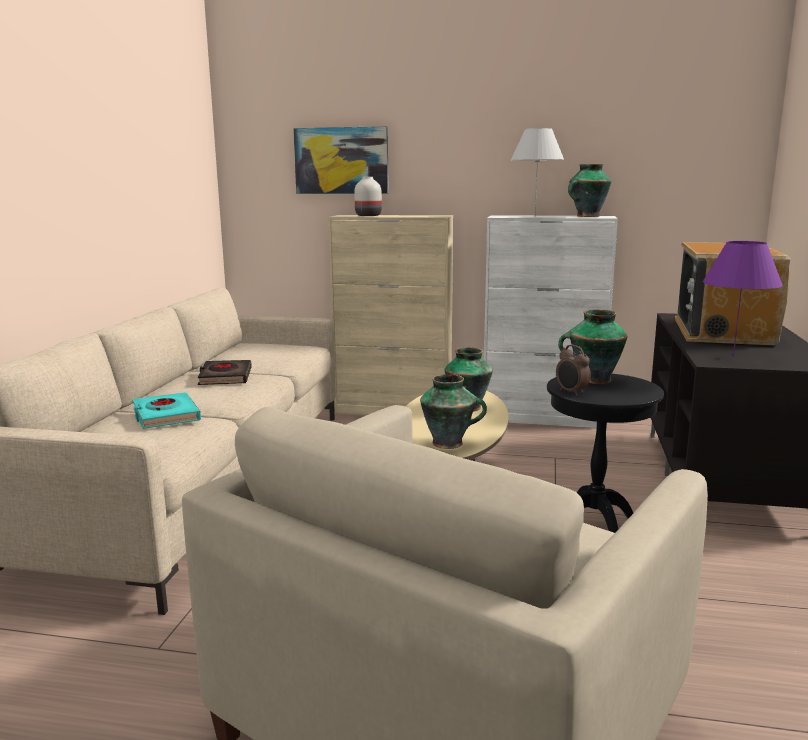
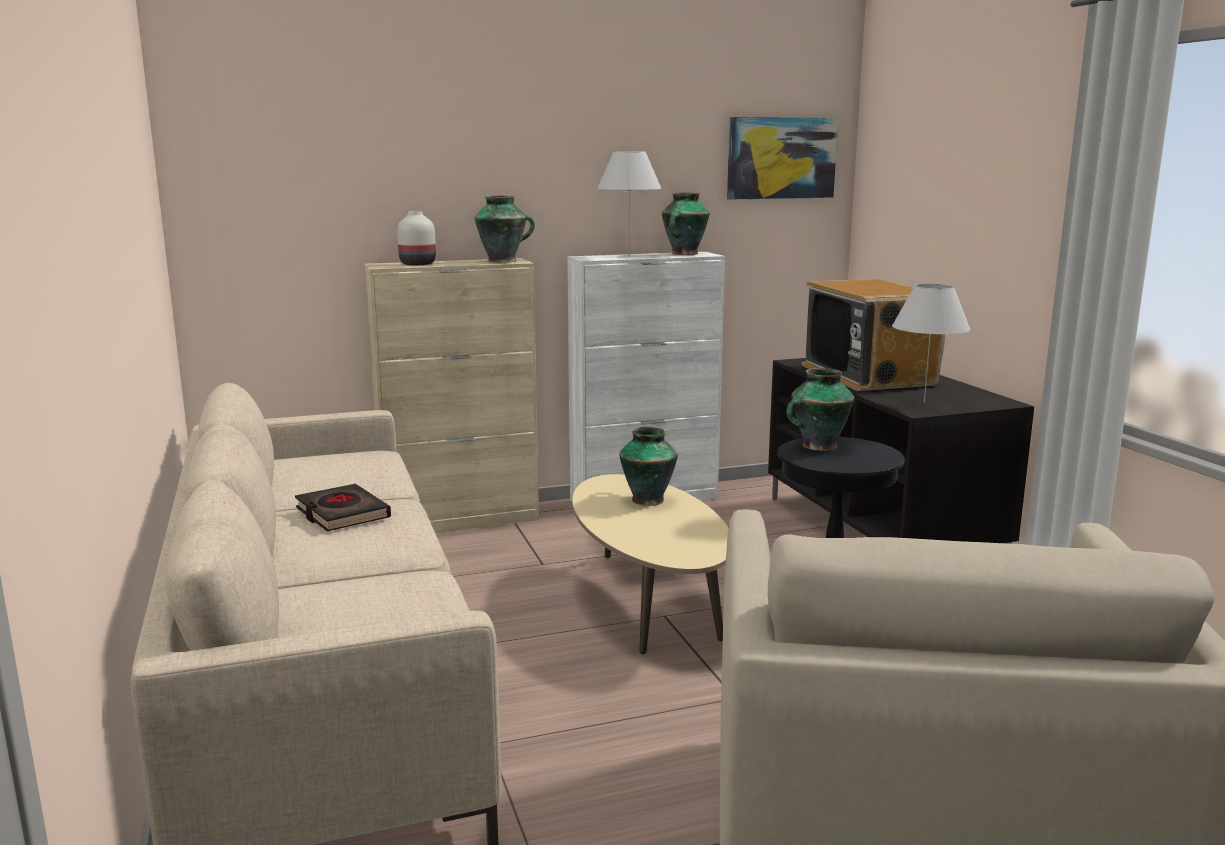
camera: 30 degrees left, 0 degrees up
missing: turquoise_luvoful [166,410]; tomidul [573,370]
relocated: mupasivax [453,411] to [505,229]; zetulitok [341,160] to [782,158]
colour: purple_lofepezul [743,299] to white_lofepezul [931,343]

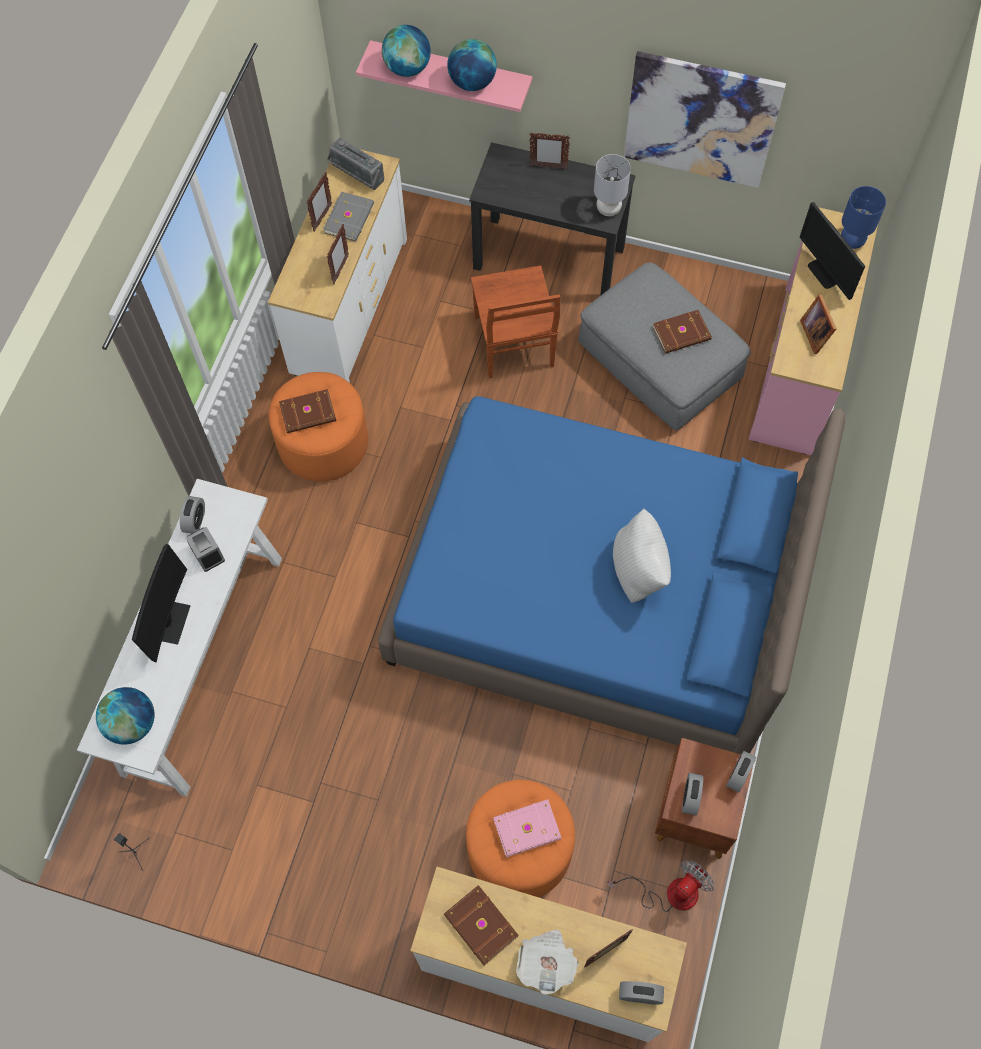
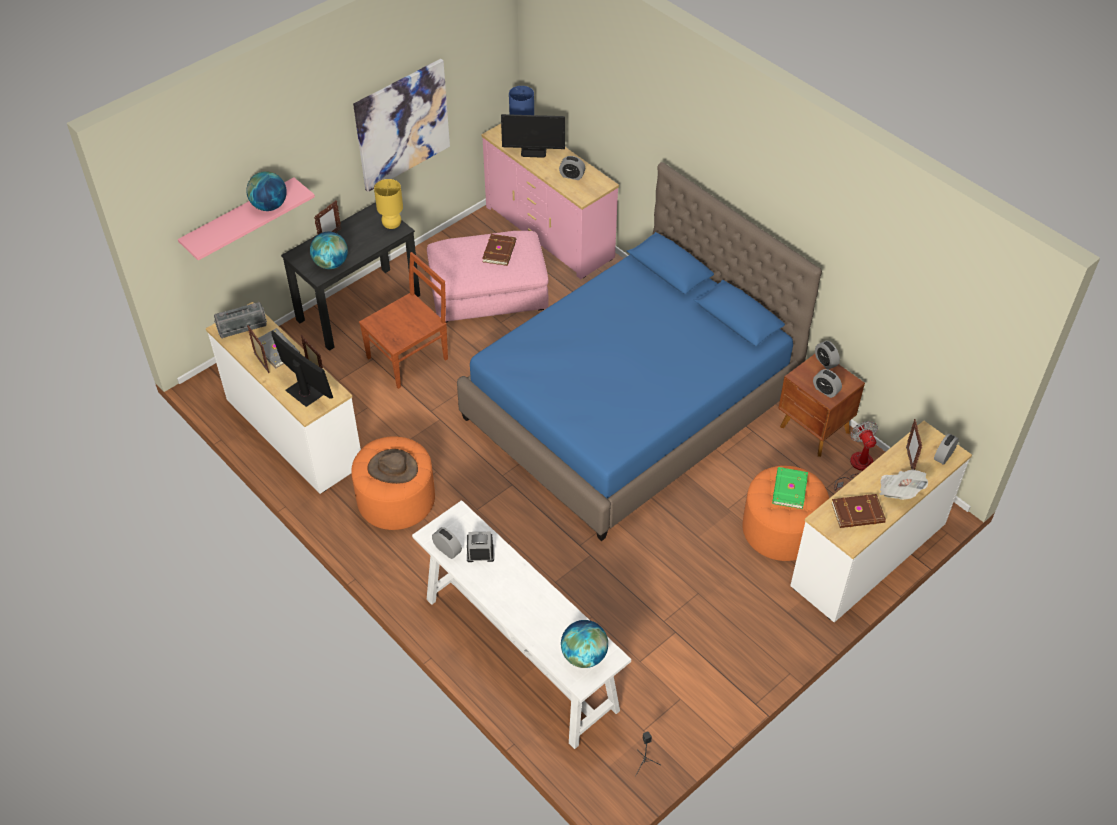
camera: 60 degrees left, 15 degrees down
missing: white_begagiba [642,555]
relocated: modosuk [161,603] to [302,369]; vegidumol [406,51] to [329,250]
exchanged: brown_luvoful [307,411] to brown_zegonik [392,466]; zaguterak [818,324] to tomidul [572,168]
colour: grey_lofepezul [612,185] to yellow_lofepezul [388,204]; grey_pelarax [664,346] to pink_pelarax [488,276]; pink_luvoful [527,828] to green_luvoful [790,488]
spun: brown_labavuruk [515,321] = [403,320] 60 degrees counterclockwise

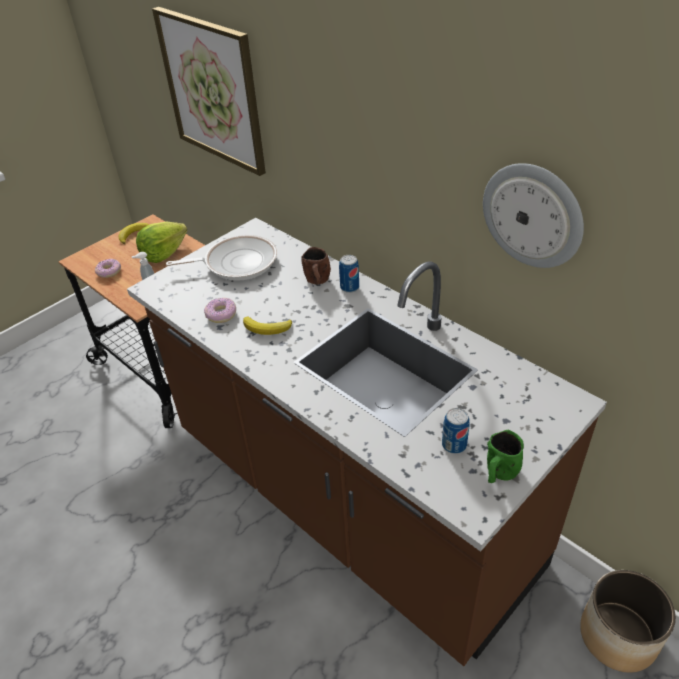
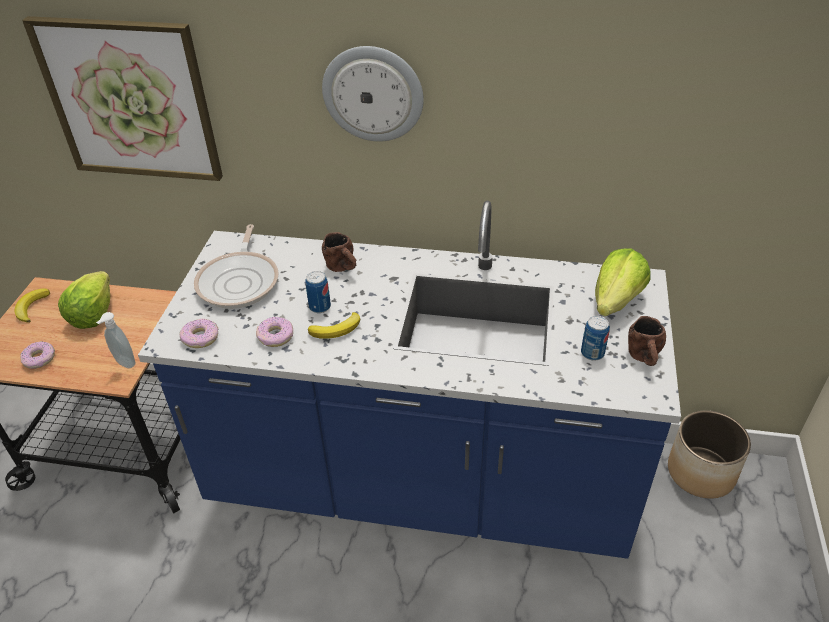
camera: 35 degrees left, 0 degrees up
appeared: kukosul [199,333]; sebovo [622,282]
relocated: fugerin [349,274] to [318,292]; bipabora [533,215] to [373,94]
colour: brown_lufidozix [367,442] to blue_lufidozix [409,380]; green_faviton [505,456] to brown_faviton [647,341]
spun: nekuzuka [221,258] = [236,266] 135 degrees clockwise

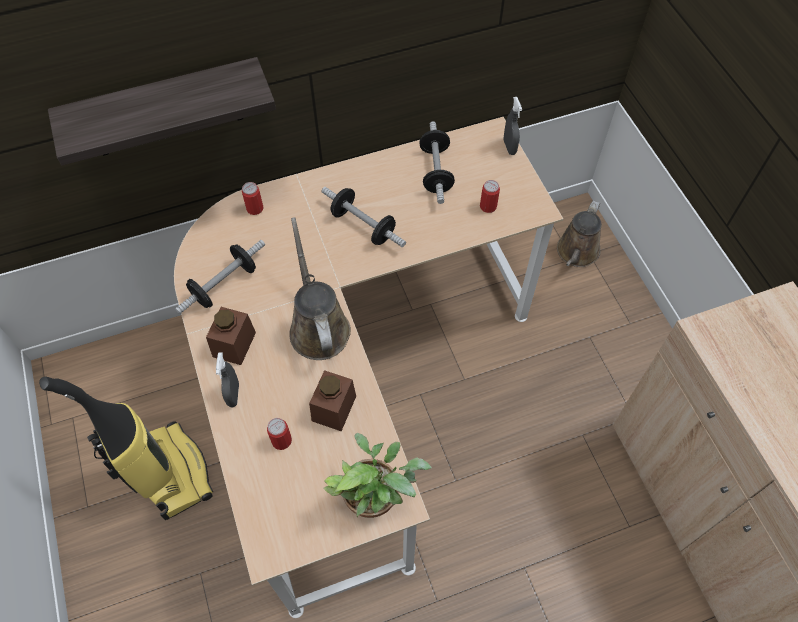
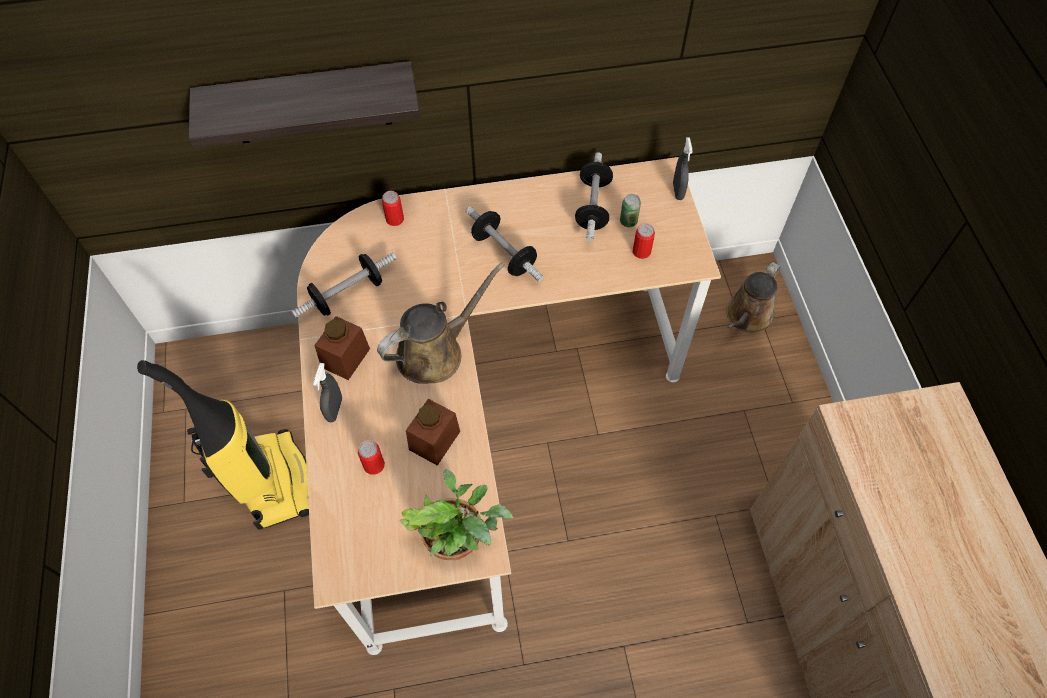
camera: 10 degrees right, 0 degrees up
appeared: fugerin [630,210]
spun: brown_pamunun [320,288] = [441,323] 60 degrees clockwise

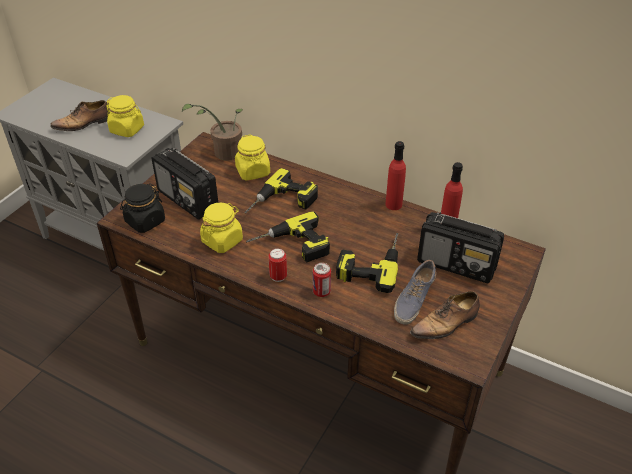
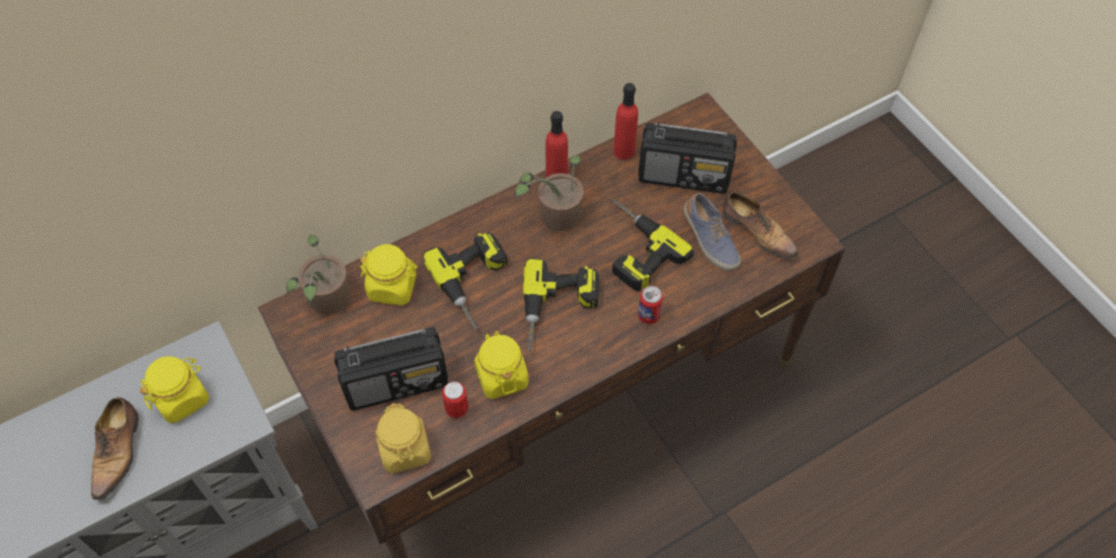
camera: 60 degrees left, 15 degrees up
appeared: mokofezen [549,193]
relocated: fugerin [277,265] to [455,399]
colour: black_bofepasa [142,208] to yellow_bofepasa [403,438]
spun: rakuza [460,247] = [687,158] 45 degrees clockwise; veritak [445,316] = [760,225] 45 degrees counterclockwise

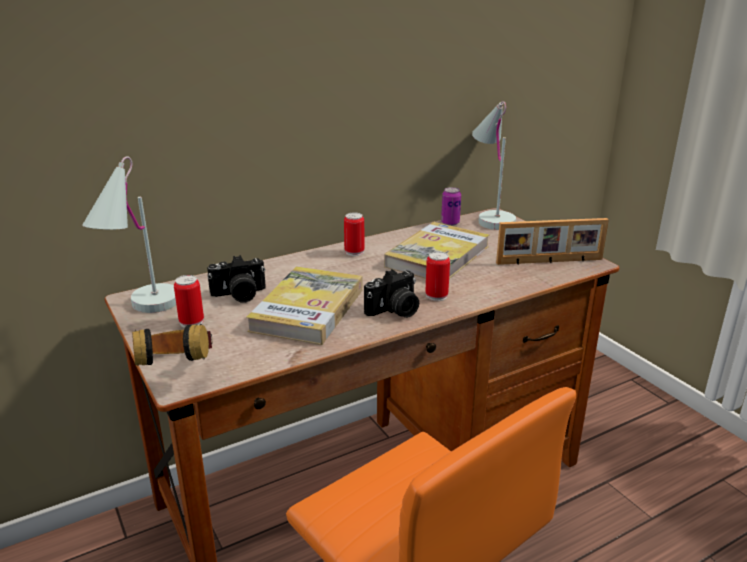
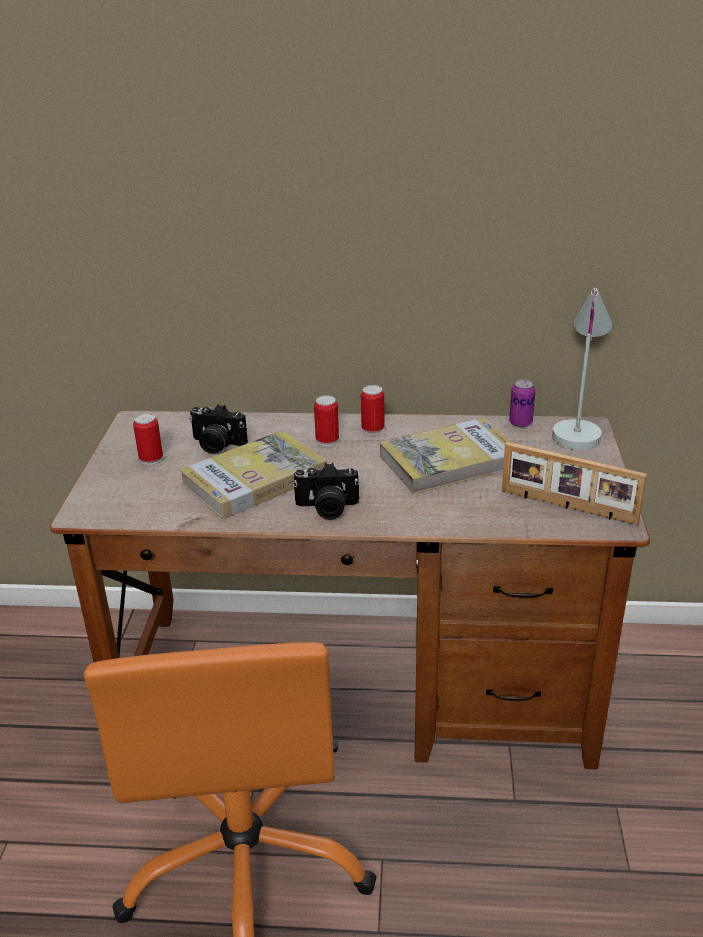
camera: 35 degrees right, 5 degrees up
missing: white_lofepezul [129,234]; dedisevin [172,344]
relocated: fugerin [437,276] to [326,420]

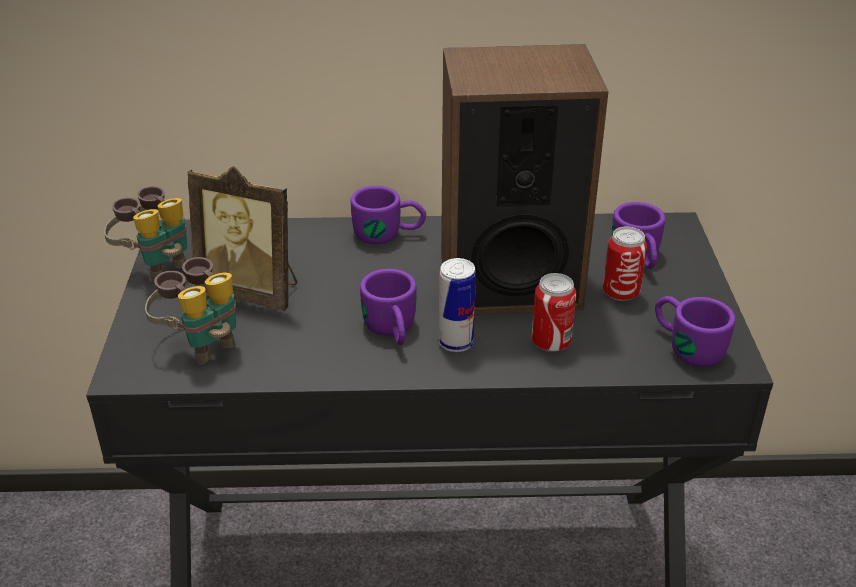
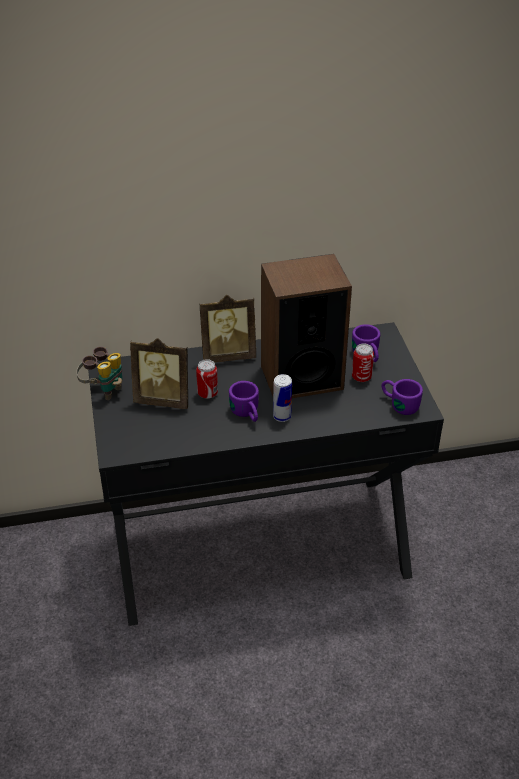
camera: 10 degrees left, 5 degrees up
missing: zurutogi [190,311]
relocated: fugerin [554,312] to [207,379]
exchanged: purple_faviton [388,215] to zaguterak [228,328]

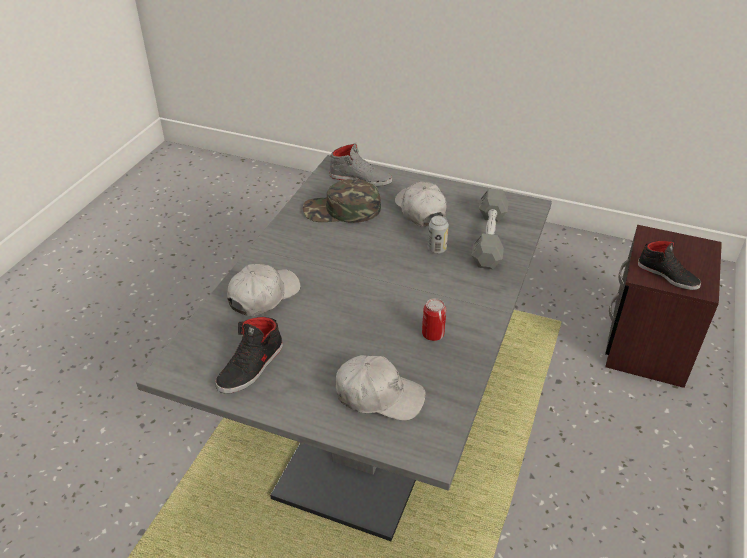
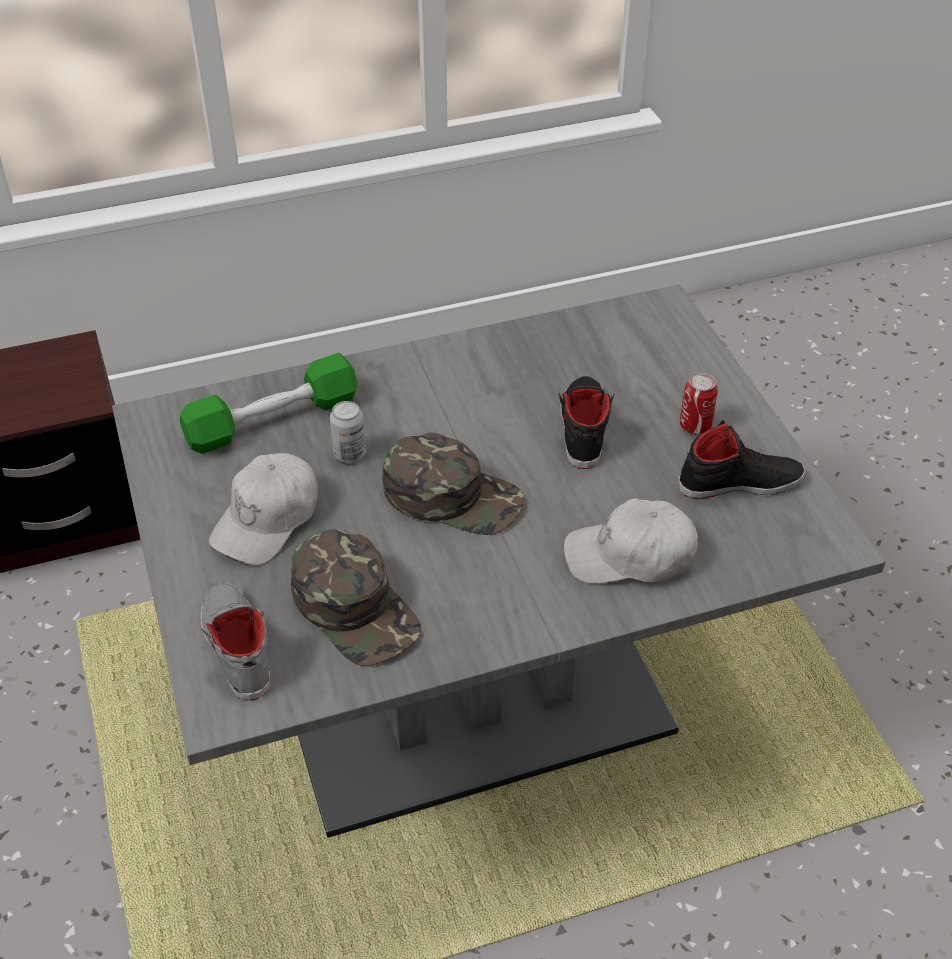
camera: 130 degrees left, 5 degrees up
missing: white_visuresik [381,388]
appeared: green_visuresik [453,483]
relocated: black_veritak [669,265] to [587,422]; fugerin [434,319] to [699,403]
colour: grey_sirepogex [490,228] to green_sirepogex [269,403]

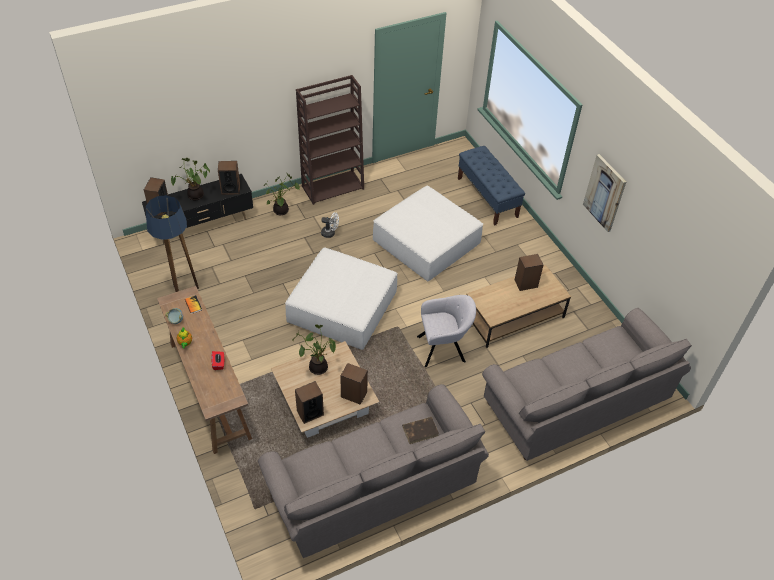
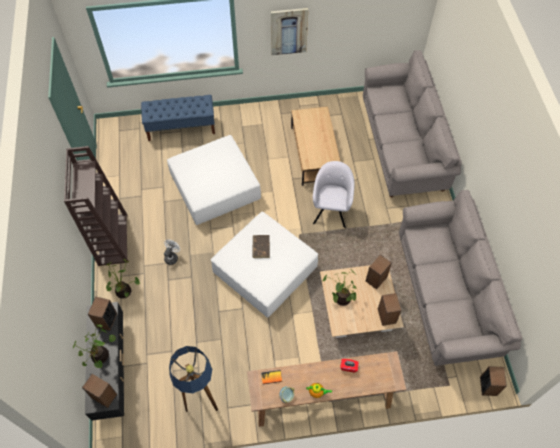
camera: 70 degrees left, 10 degrees up
relocated: brown_luvoful [420,430] to [261,246]; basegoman [529,272] to [493,381]

